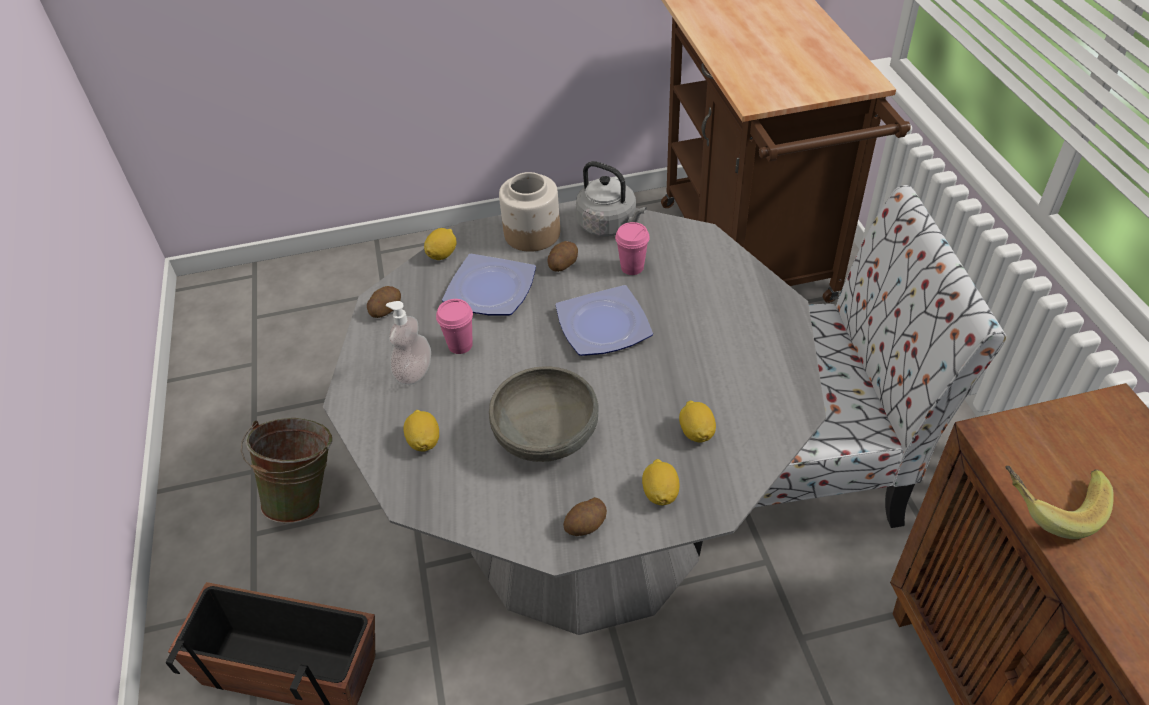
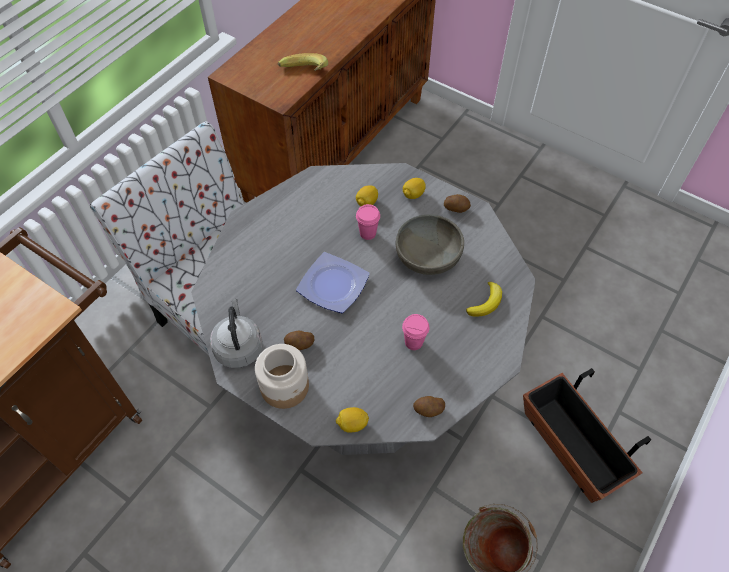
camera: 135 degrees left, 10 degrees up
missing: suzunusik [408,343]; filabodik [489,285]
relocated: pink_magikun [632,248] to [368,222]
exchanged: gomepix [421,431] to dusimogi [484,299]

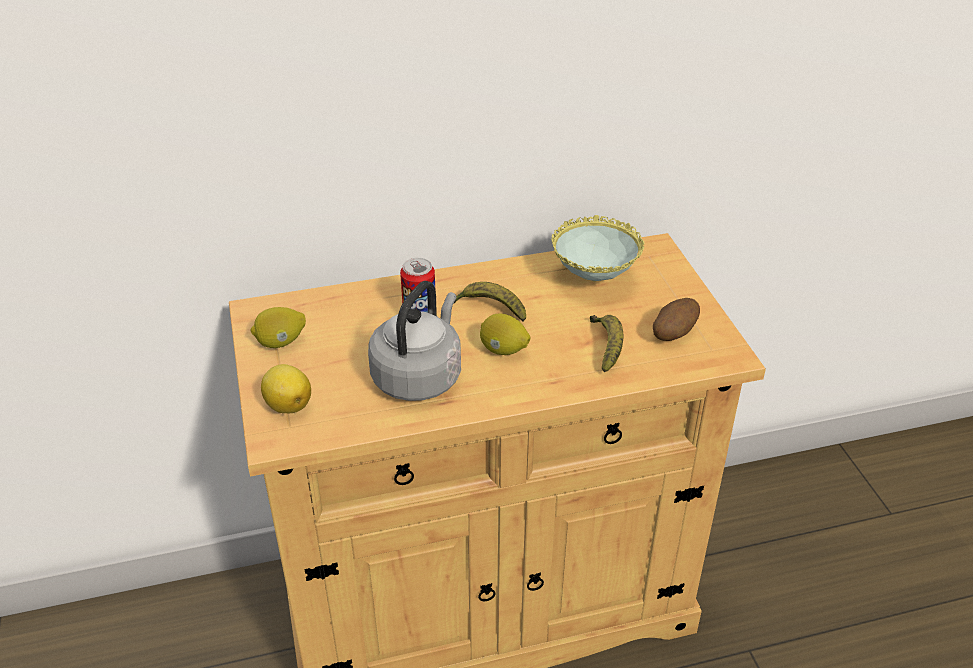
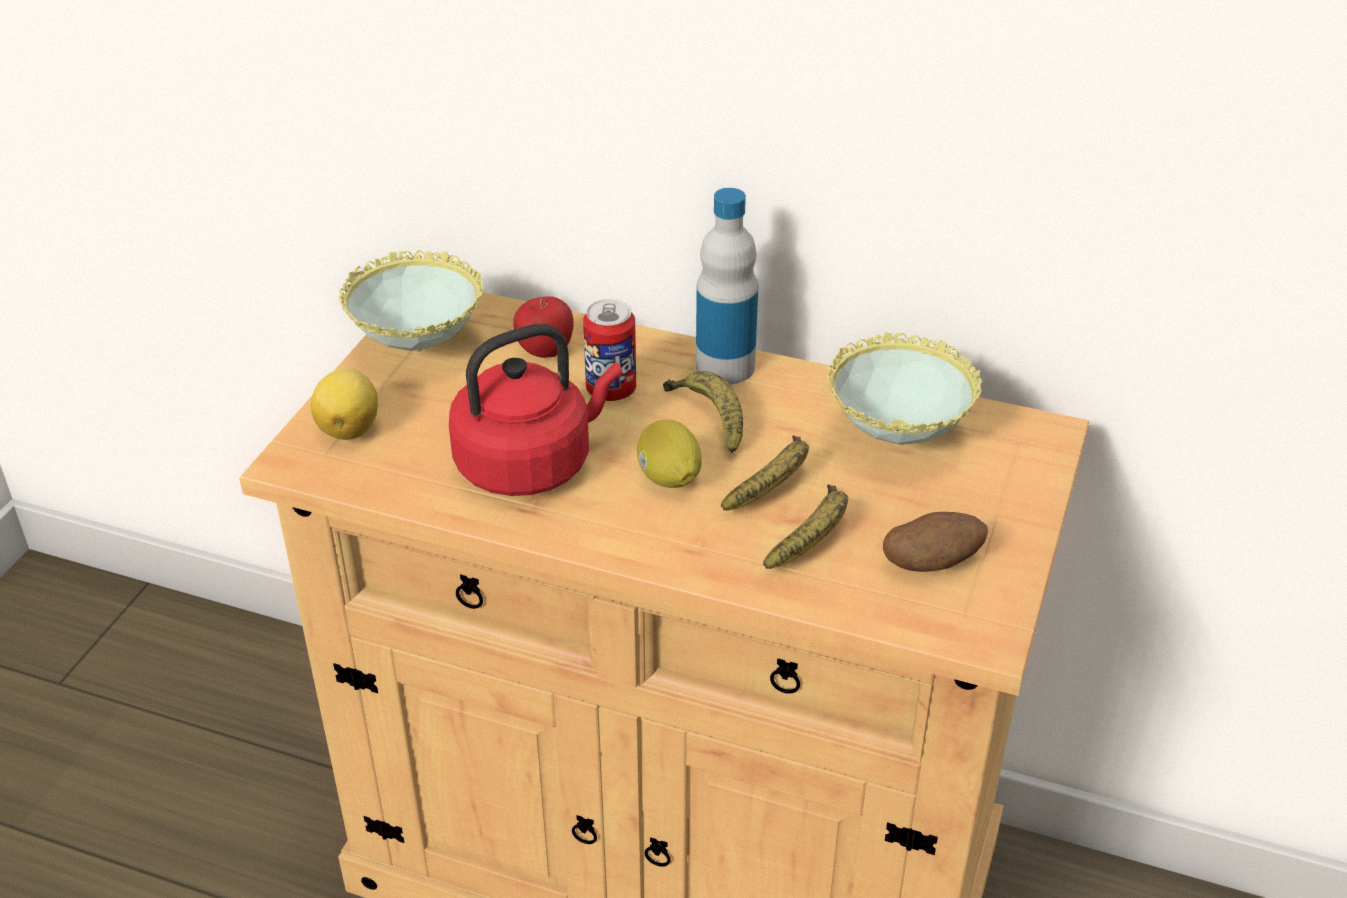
camera: 35 degrees right, 0 degrees up
appeared: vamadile [543,327]; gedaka [727,286]; dusimogi [765,473]
exchanged: gomepix [278,327] to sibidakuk [410,301]
colour: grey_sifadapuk [414,341] to red_sifadapuk [536,410]

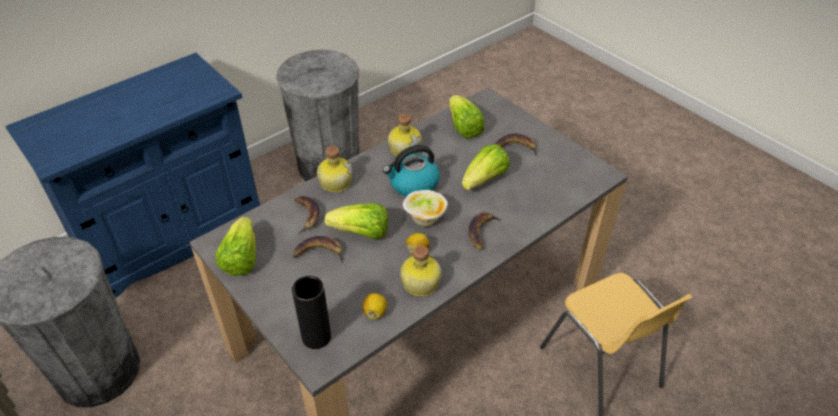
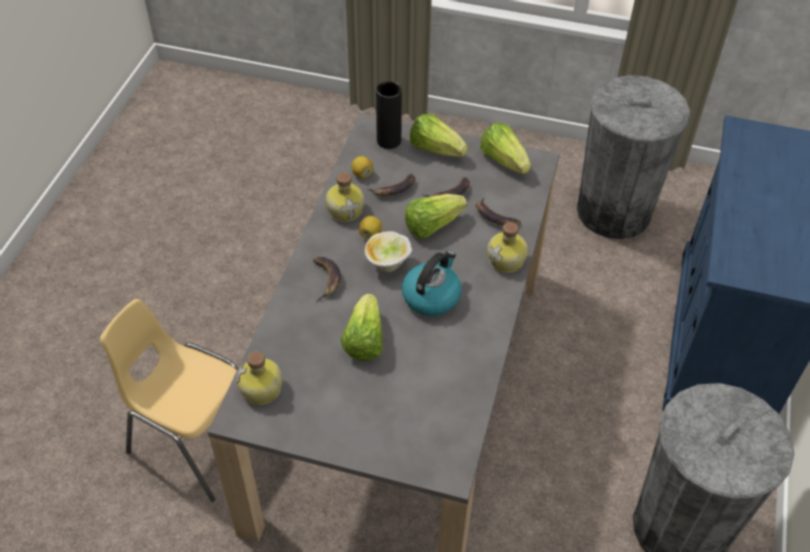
camera: 145 degrees right, 5 degrees up
relocated: gedaka [405,135] to [259,378]; dusimogi [516,145] to [391,185]; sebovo [466,116] to [439,135]

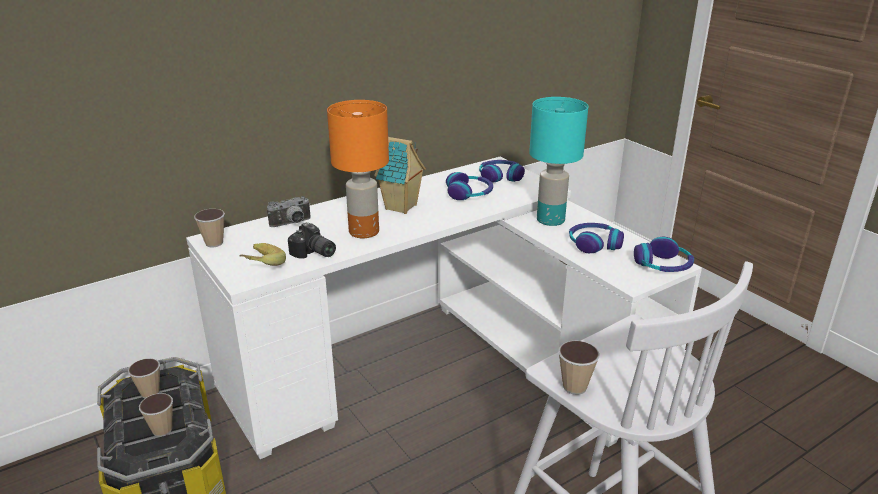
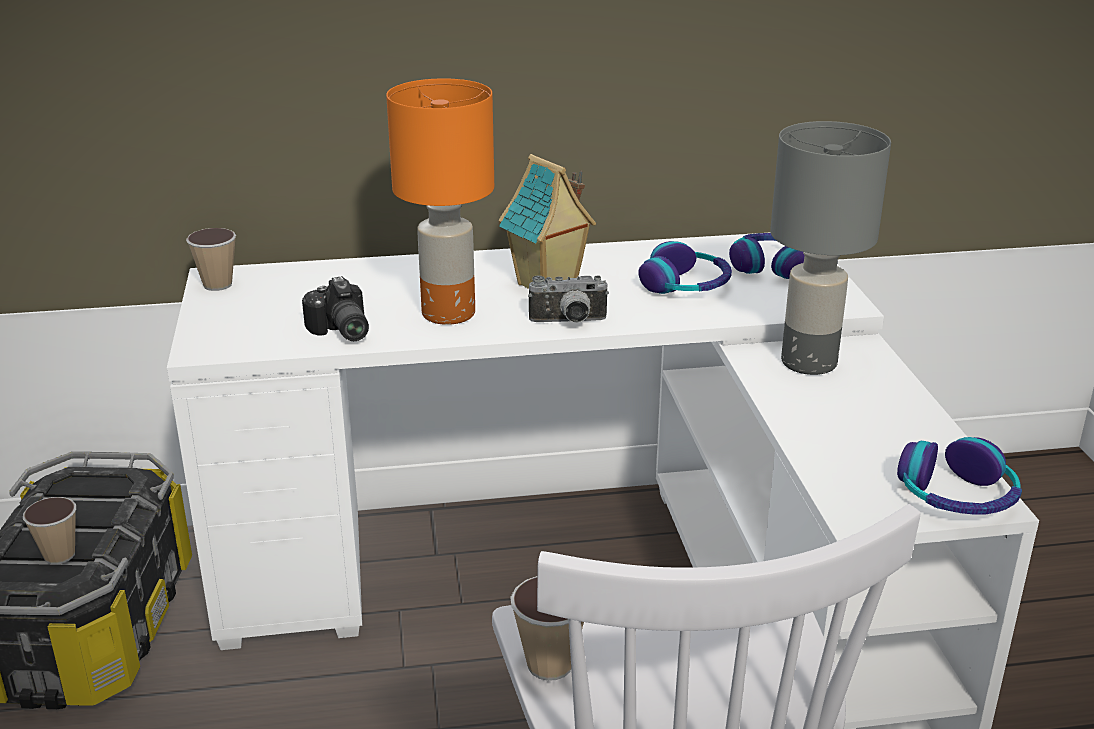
camera: 25 degrees right, 0 degrees up
missing: magikun [144,378]; dusimogi [262,254]; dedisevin [596,238]
relocated: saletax [289,211] to [568,299]
colour: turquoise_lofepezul [559,161] to grey_lofepezul [830,248]

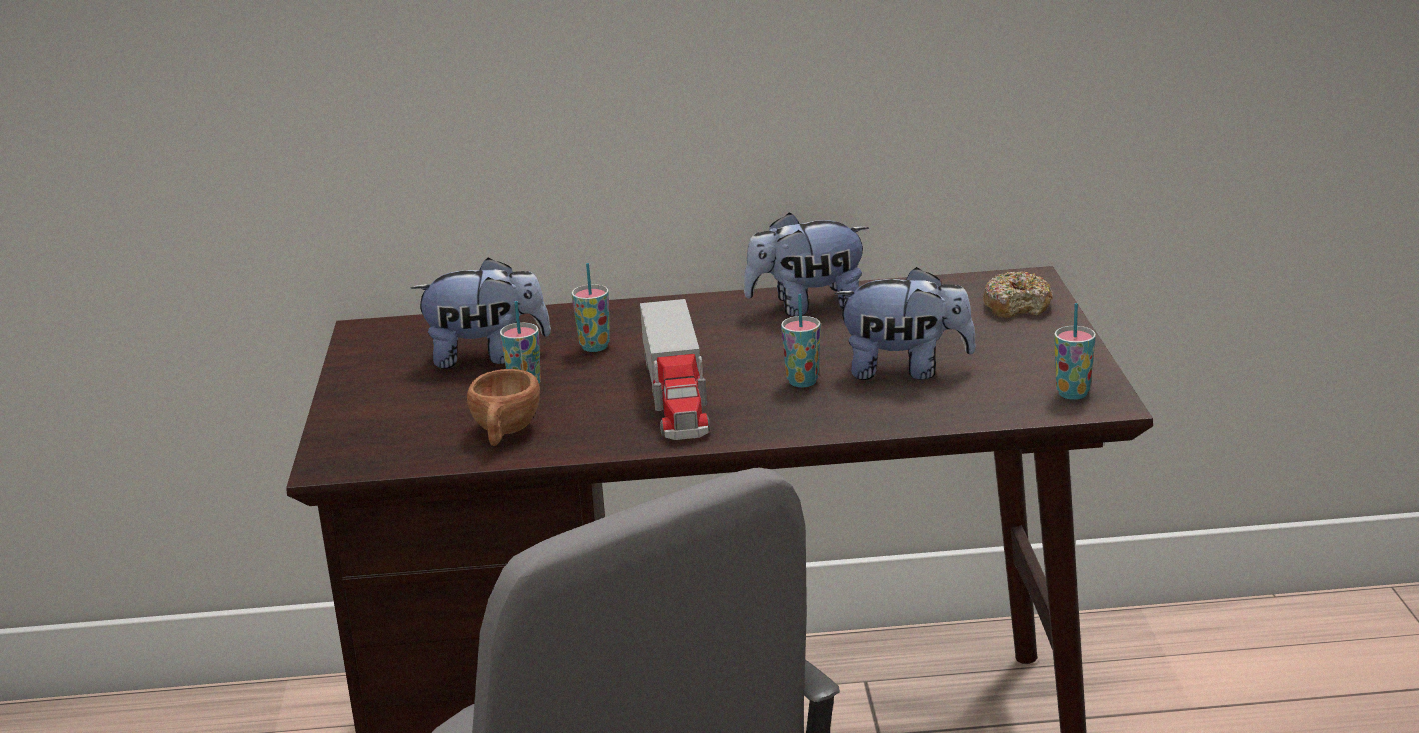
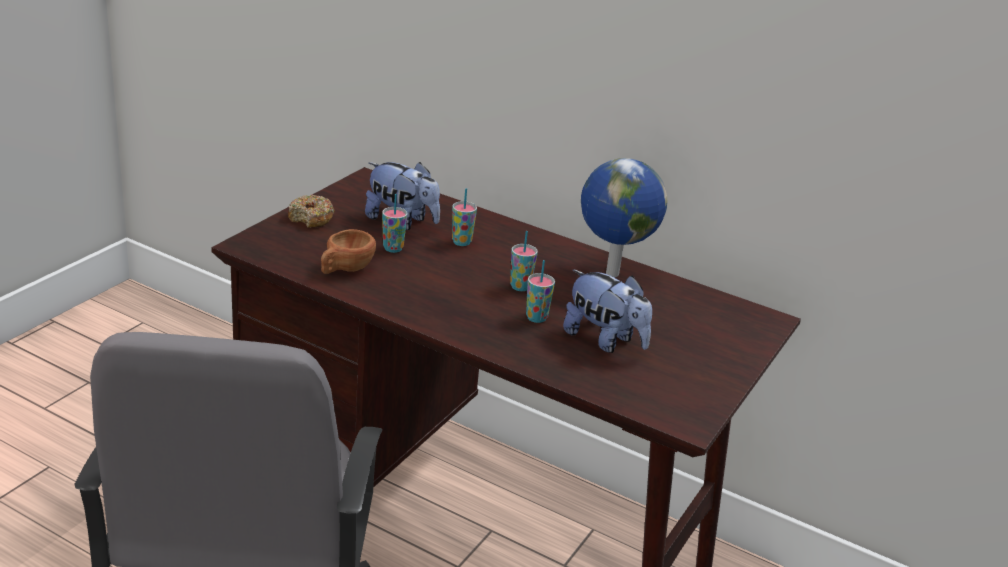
camera: 30 degrees right, 5 degrees up
missing: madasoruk [675,369]
relocated: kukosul [1018,295] to [311,211]; magikun [1075,351] to [524,261]
exchanged: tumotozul [806,264] to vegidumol [624,217]

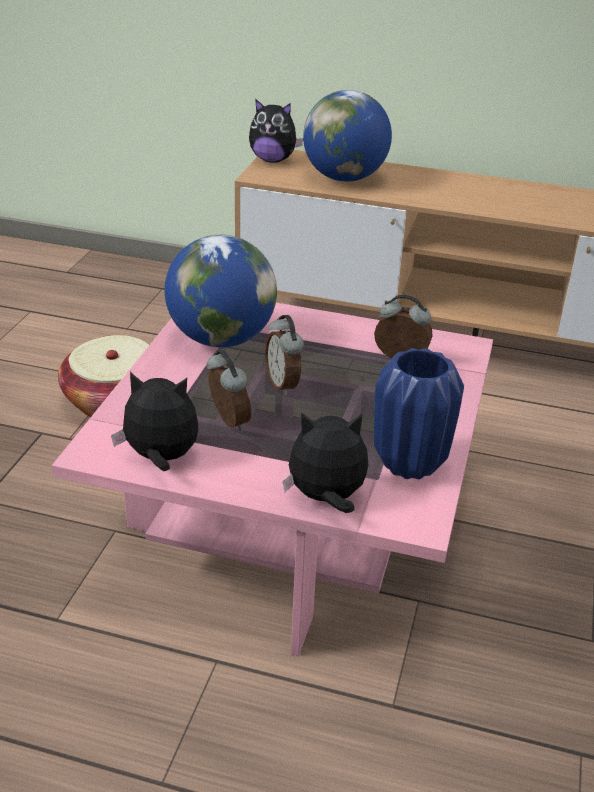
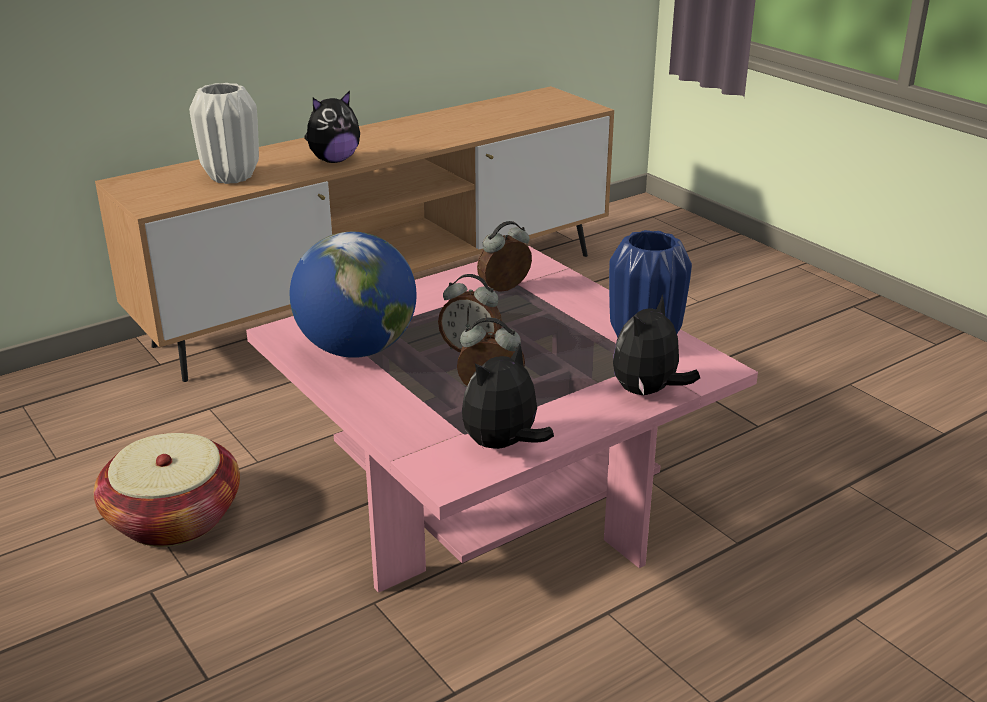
camera: 50 degrees left, 5 degrees down
relocated: tumotozul [276,131] to [332,127]
exchanged: vegidumol [347,136] to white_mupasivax [224,133]

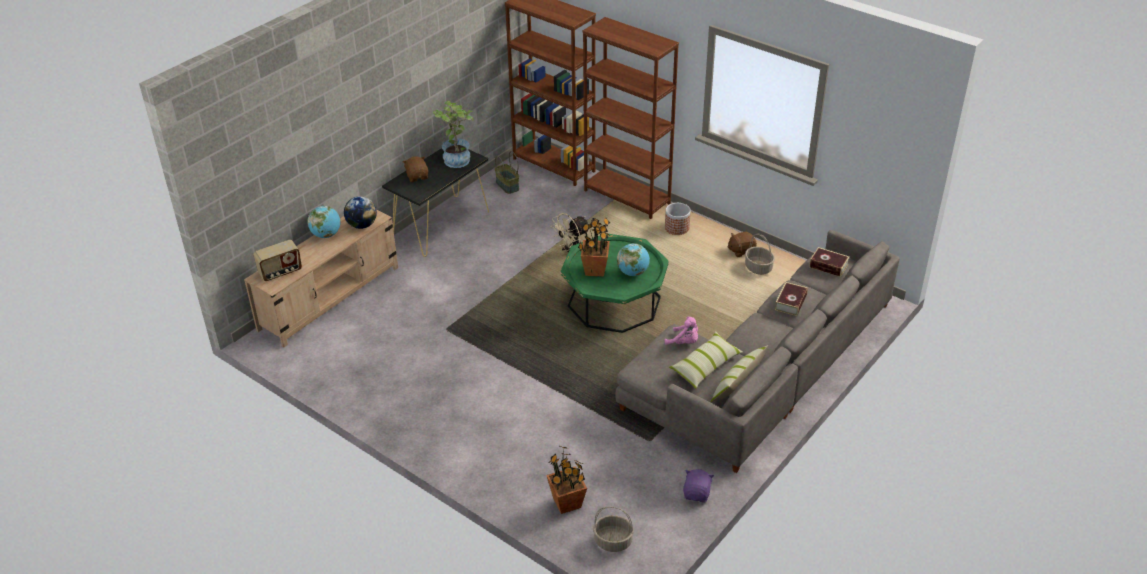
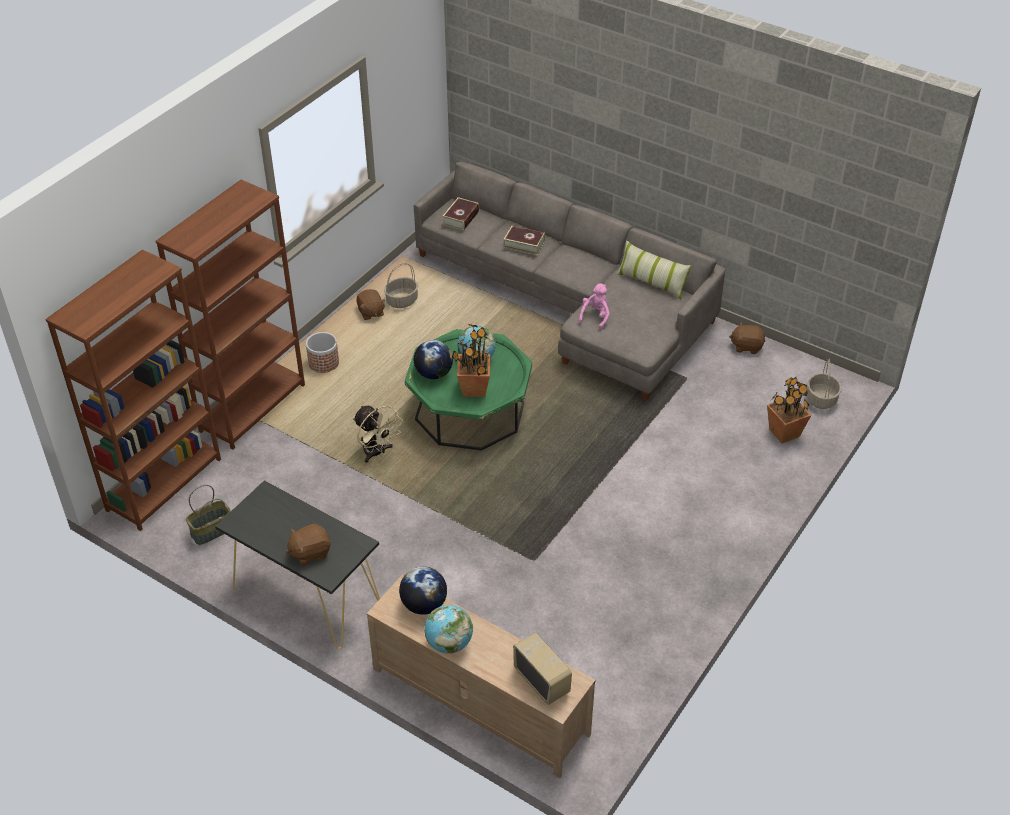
camera: 95 degrees left, 5 degrees up
missing: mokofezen [453,134]; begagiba [705,360]
appeared: vegidumol [433,359]
colour: purple_tumotozul [698,486] to brown_tumotozul [747,338]

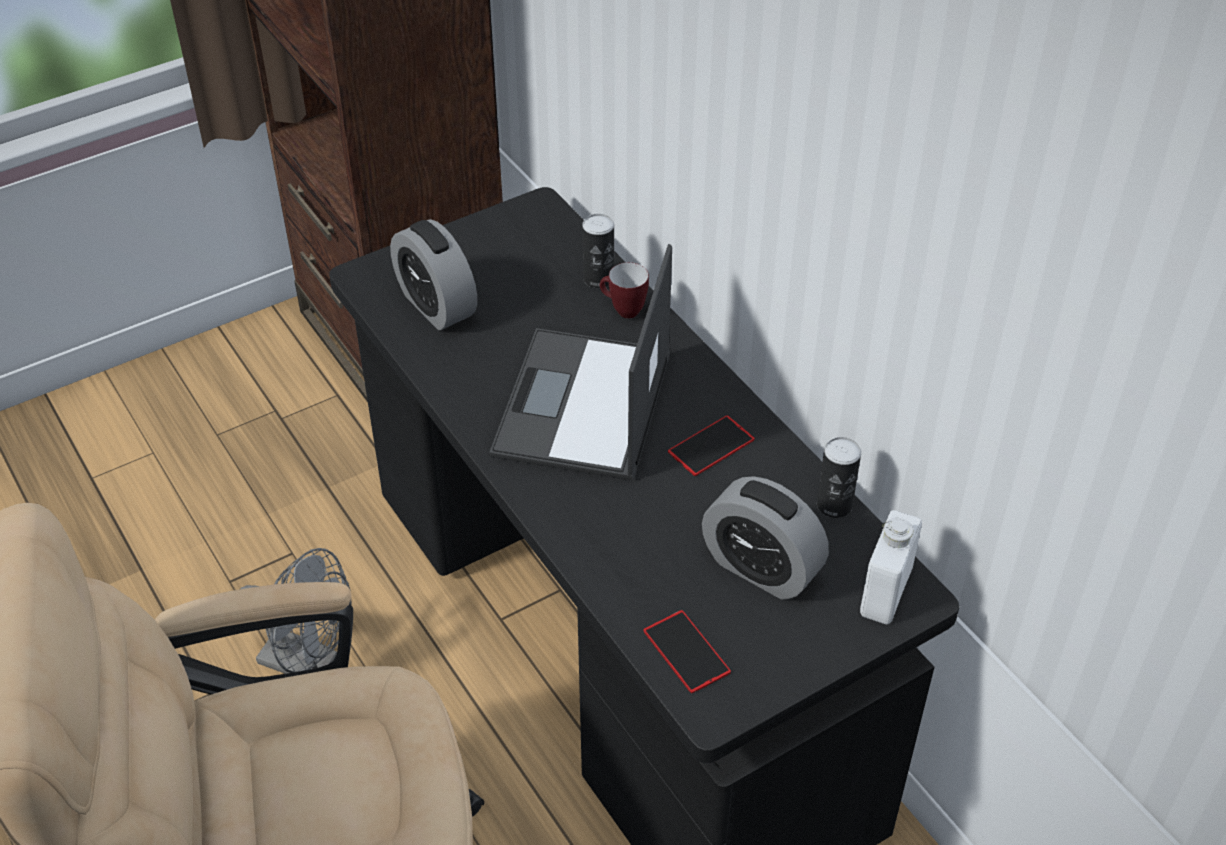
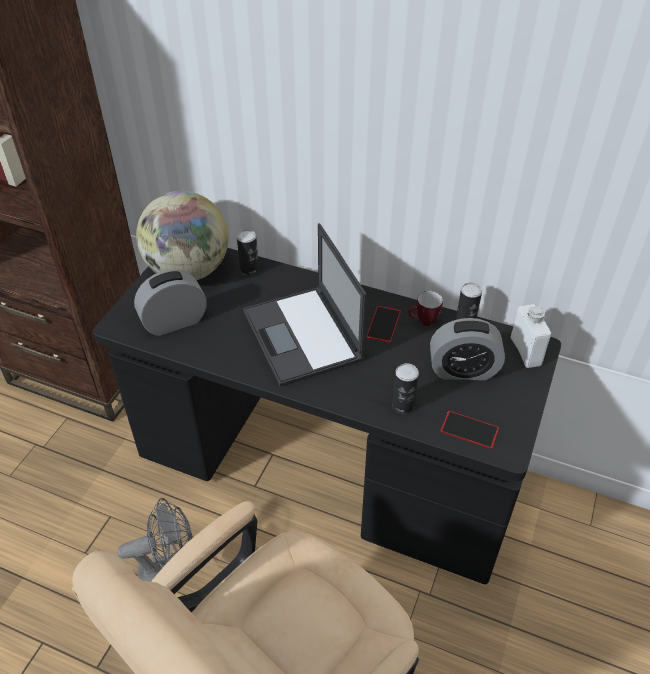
camera: 35 degrees left, 0 degrees up
appeared: vegidumol [182,235]; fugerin [405,388]
relocated: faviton [624,290] to [425,308]
spun: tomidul [433,274] = [170,303] 135 degrees clockwise

